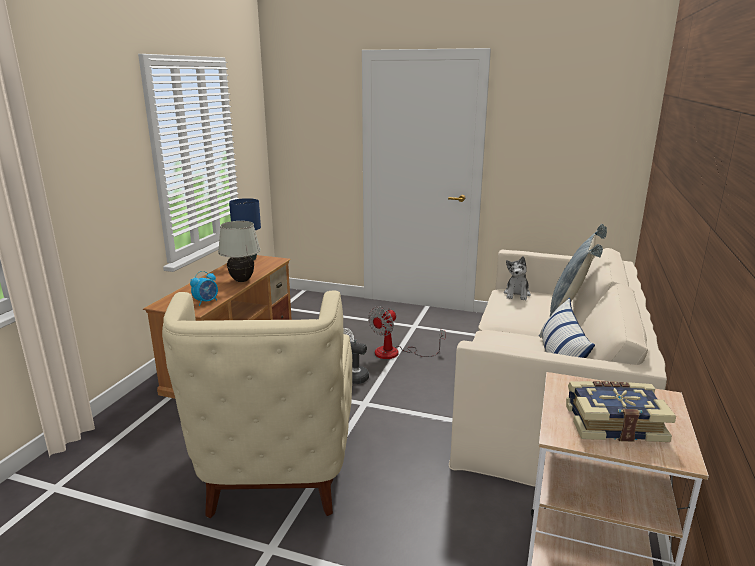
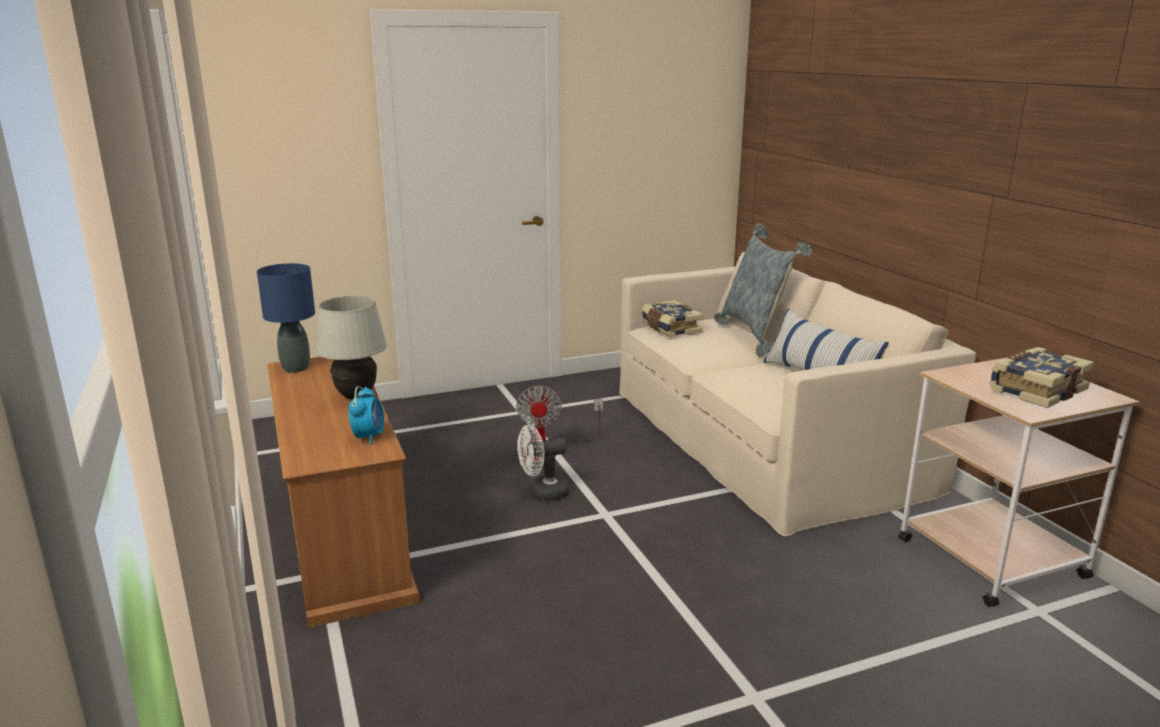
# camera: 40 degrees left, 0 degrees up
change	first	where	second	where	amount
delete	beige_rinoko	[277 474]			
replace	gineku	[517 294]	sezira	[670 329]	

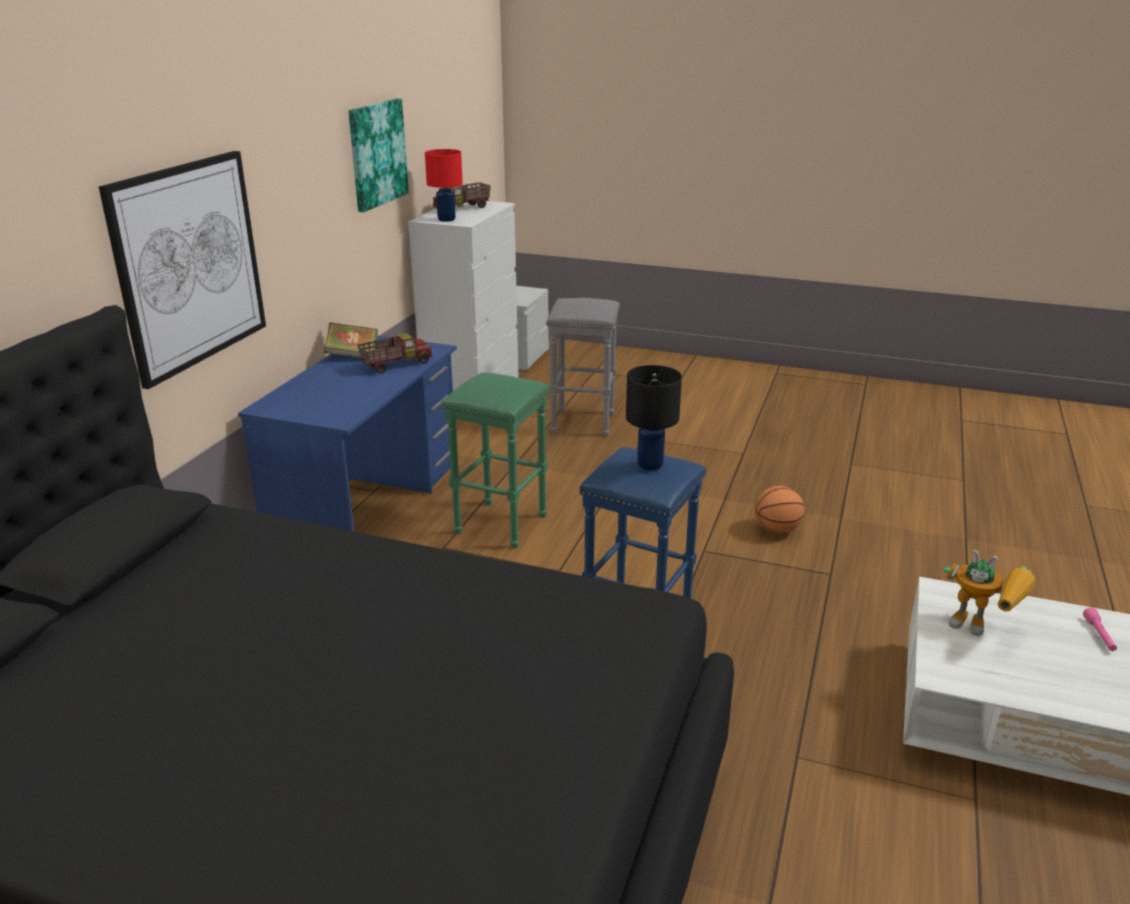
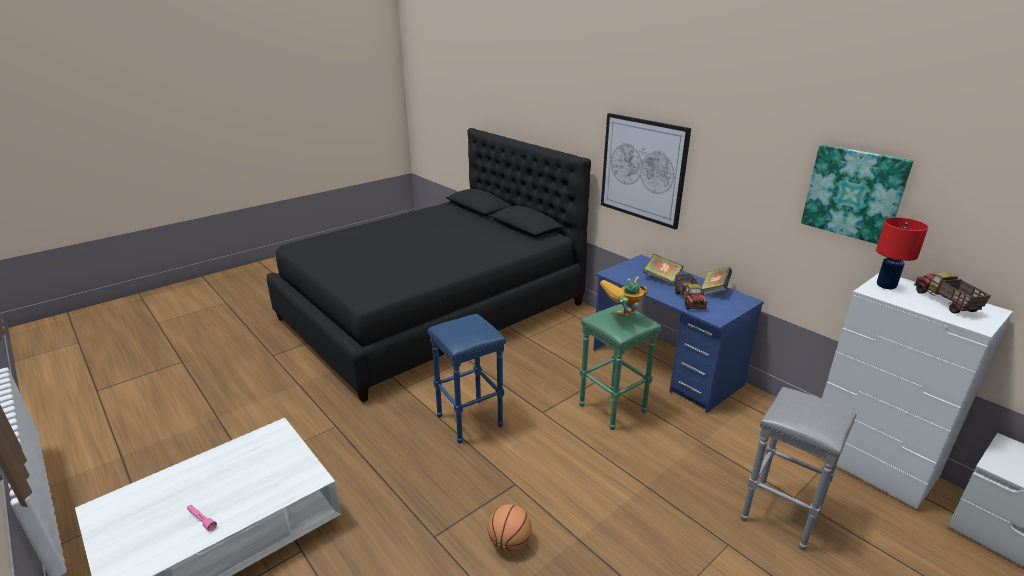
# camera: 120 degrees right, 0 degrees up
change	first	where	second	where	amount
delete	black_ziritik	[650 466]			
move	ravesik	[983 627]		[621 319]	
insert			sezira	[662 279]	

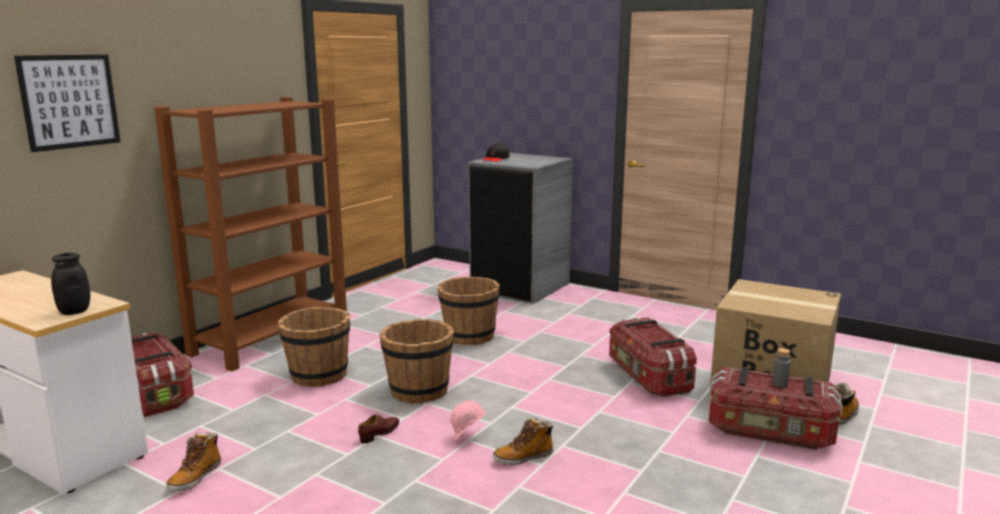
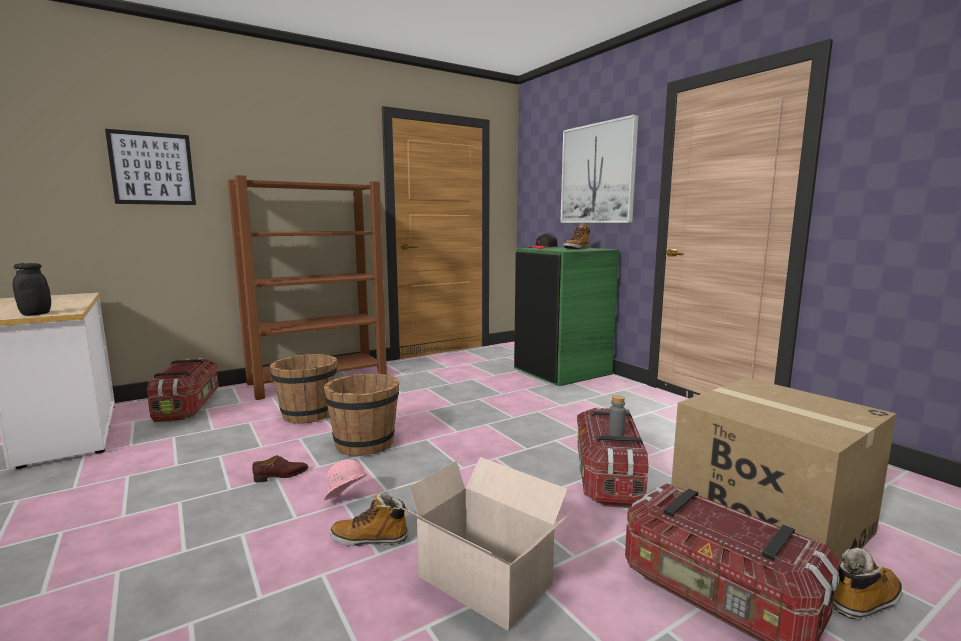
# camera: 25 degrees right, 5 degrees down
change	first	where	second	where	amount
move	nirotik	[195 477]		[576 249]	
delete	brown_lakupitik	[469 336]			
recolor	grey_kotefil	[520 287]	green_kotefil	[562 371]	
move	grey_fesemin	[780 384]		[616 434]	
insert			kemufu	[487 582]	
insert			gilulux	[597 174]	

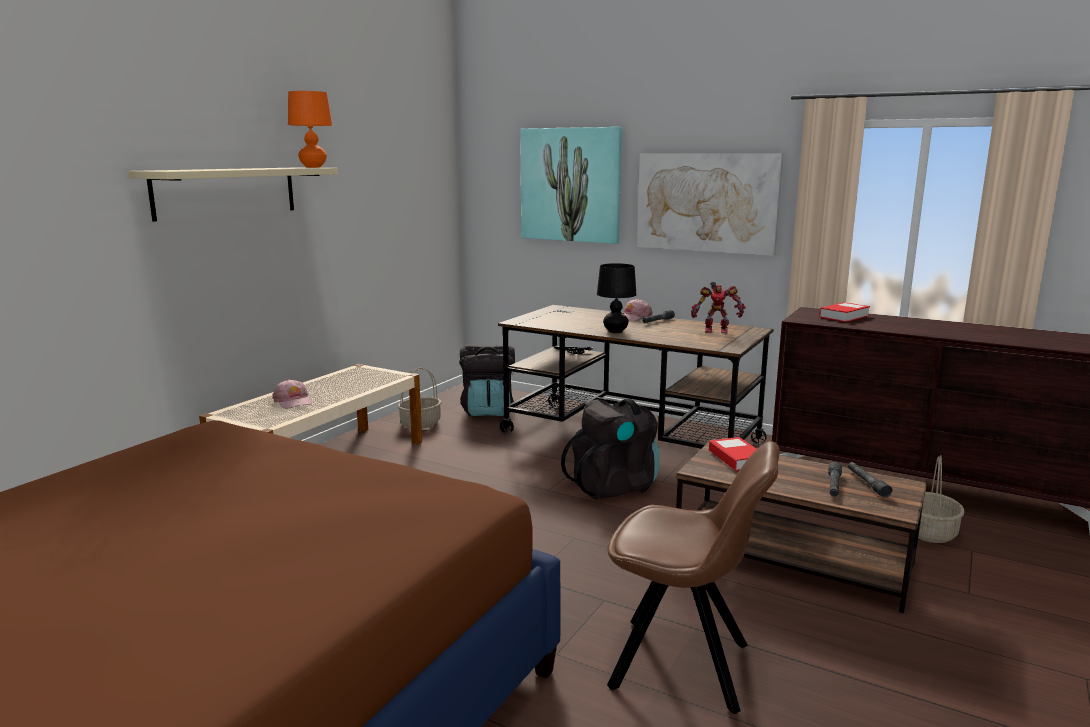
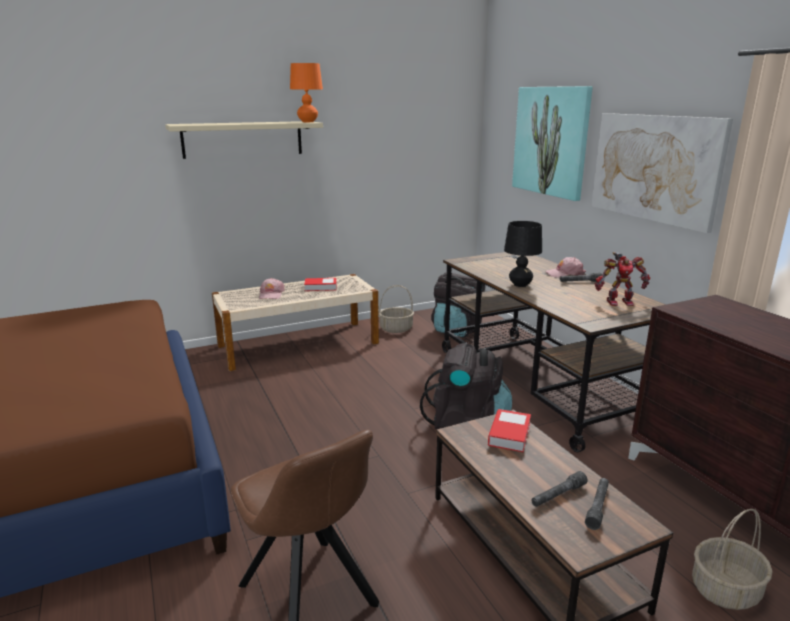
# camera: 35 degrees right, 5 degrees up
change	first	where	second	where	amount
rotate	ravesik	[716 330]		[618 302]	45 degrees counterclockwise
move	sezira	[844 316]		[320 287]	

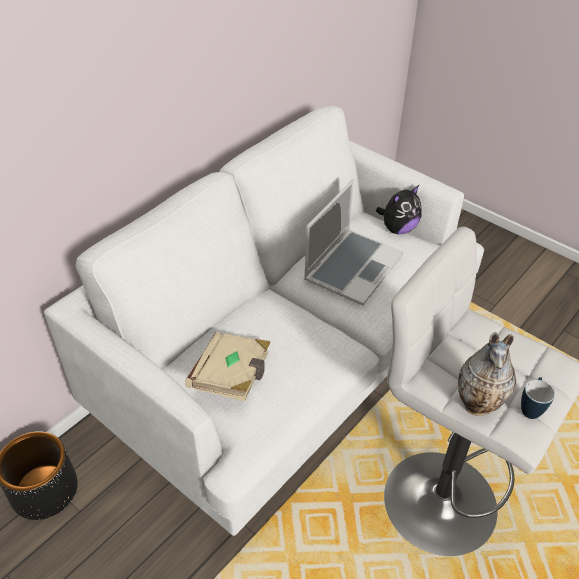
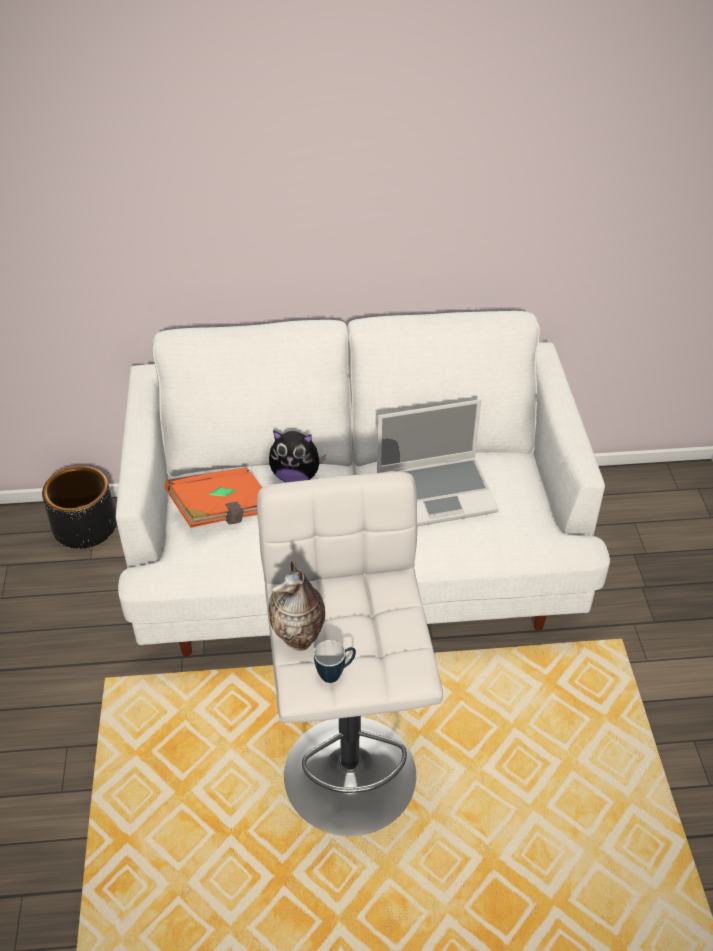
# camera: 45 degrees right, 0 degrees up
change	first	where	second	where	amount
recolor	beige_sezira	[232 377]	orange_sezira	[222 511]	
move	gineku	[398 229]		[296 476]	

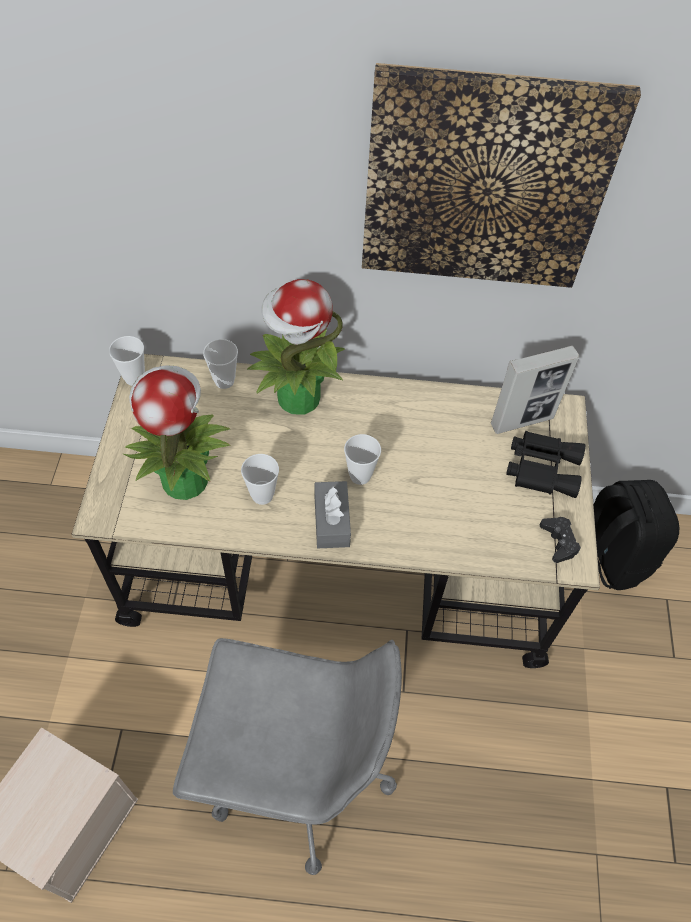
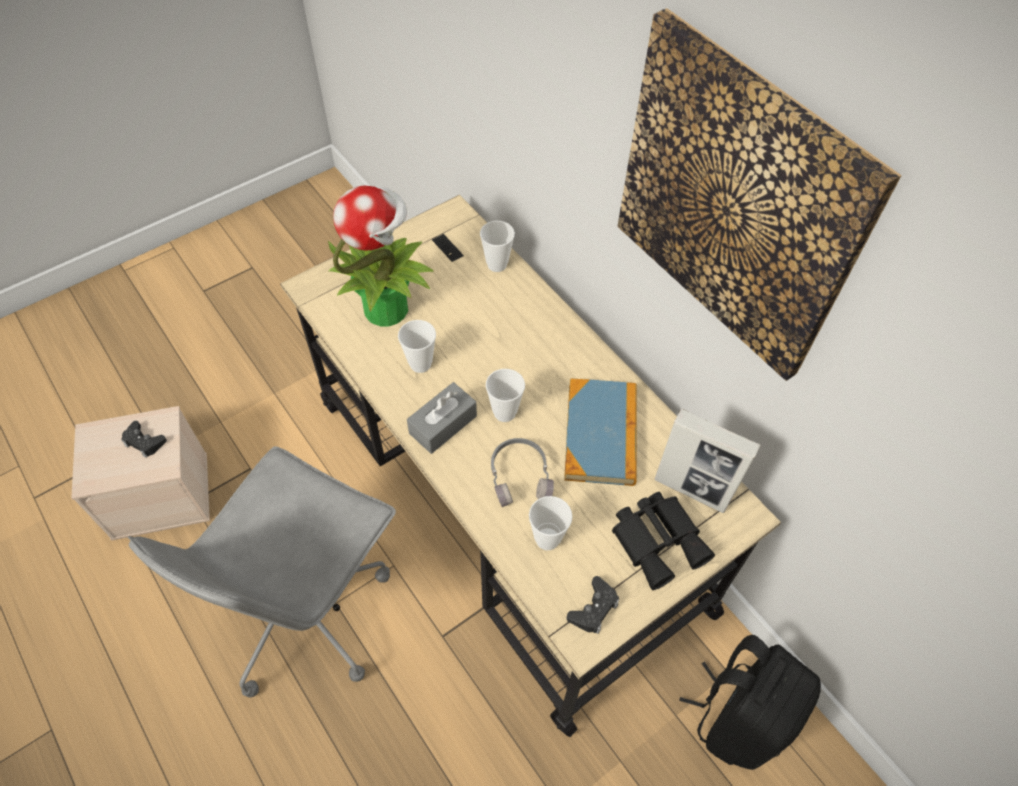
# camera: 50 degrees right, 0 degrees up
change	first	where	second	where	amount
move	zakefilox	[134 378]		[547 539]	
rotate	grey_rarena	[293 771]		[309 606]	60 degrees clockwise
delete	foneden	[297 398]			
insert			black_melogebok	[144 442]	
insert			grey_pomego	[520 476]	
insert			sezira	[601 434]	

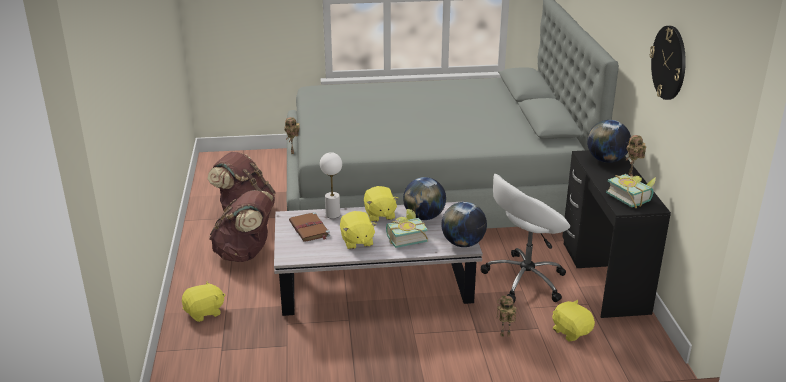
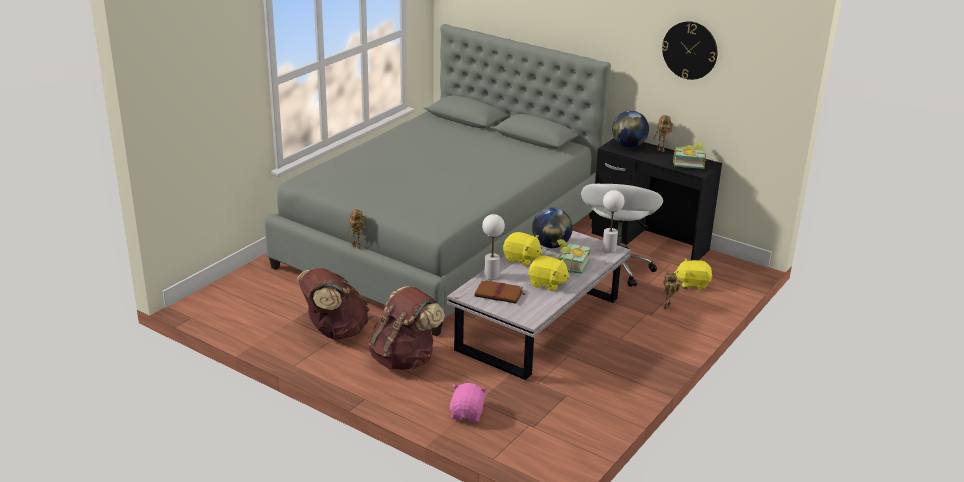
# camera: 50 degrees left, 0 degrees up
change	first	where	second	where	amount
recolor	yellow_gineku	[204 312]	pink_gineku	[467 414]	
replace	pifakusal	[463 243]	white_ziritik	[609 249]	

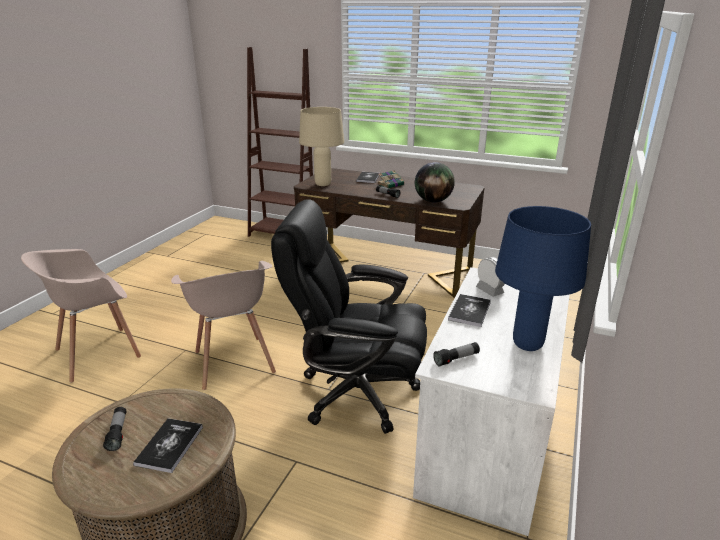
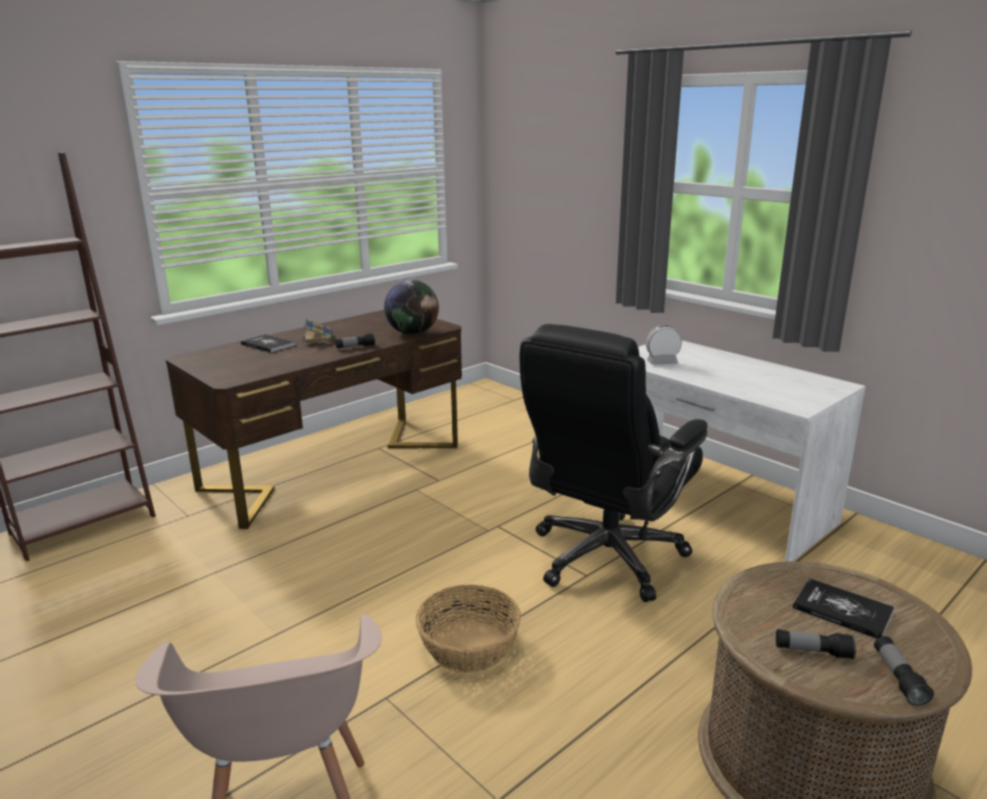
# camera: 65 degrees left, 5 degrees down
change	first	where	second	where	amount
replace	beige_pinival	[234 363]	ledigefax	[469 646]	
delete	beige_ziritik	[322 184]			
move	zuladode	[456 359]		[898 678]	
delete	sezira	[469 311]			
delete	blue_ziritik	[526 344]			

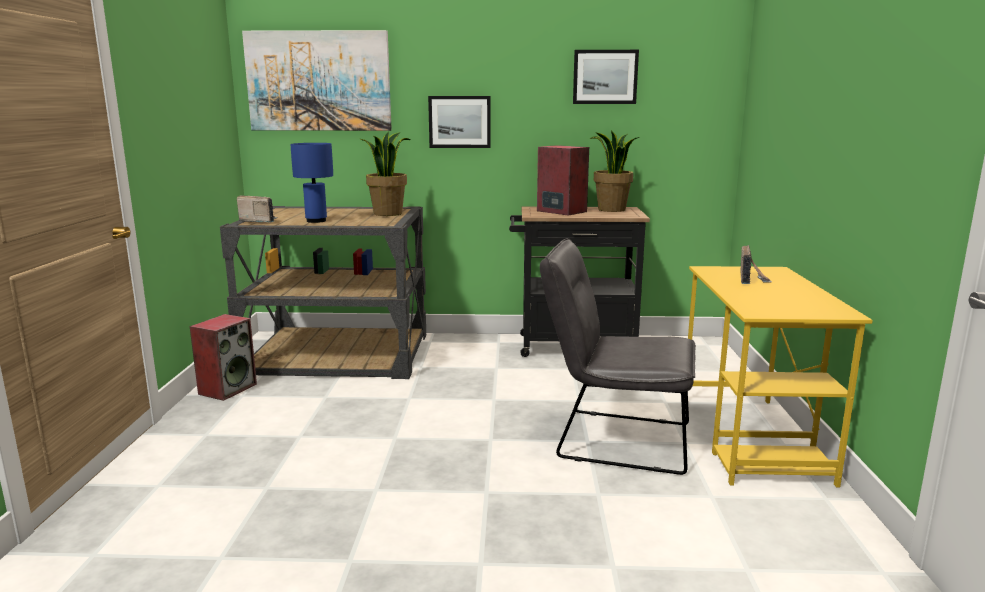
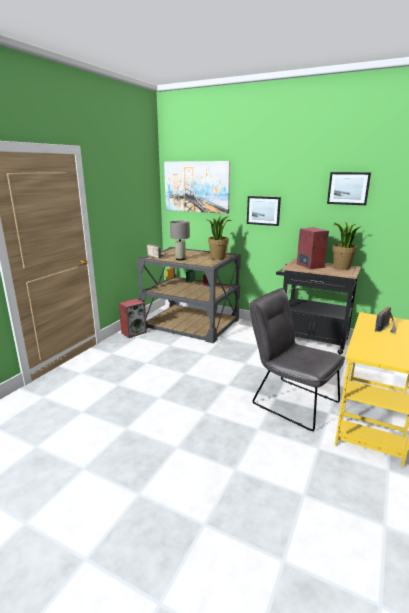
# camera: 25 degrees right, 5 degrees up
change	first	where	second	where	amount
recolor	blue_ziritik	[315 221]	grey_ziritik	[180 259]	

